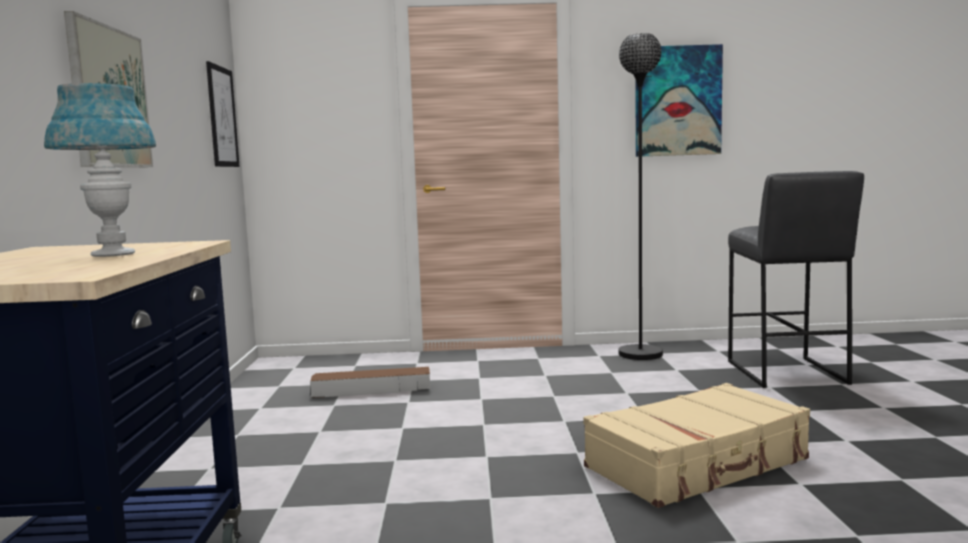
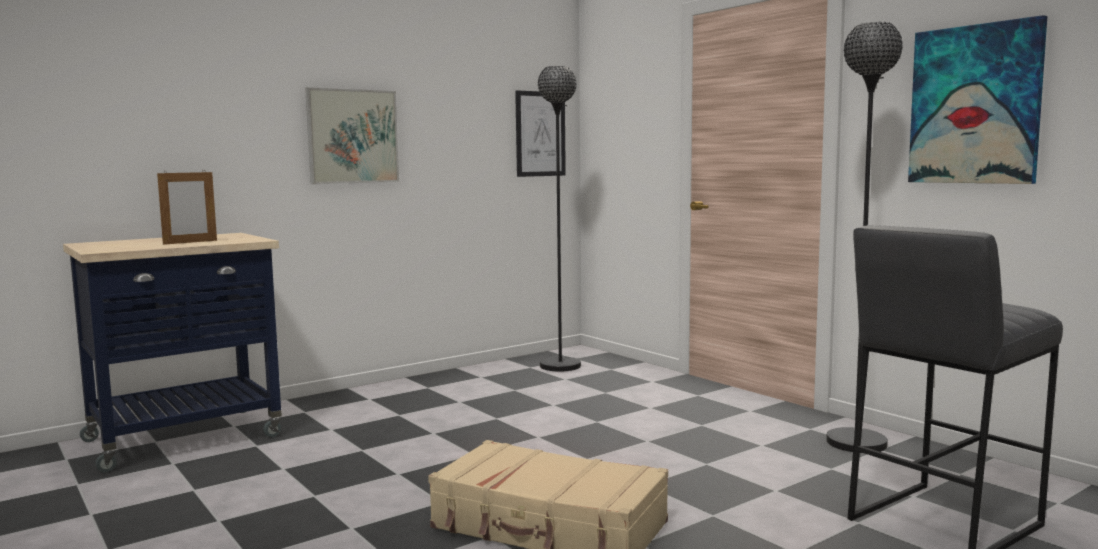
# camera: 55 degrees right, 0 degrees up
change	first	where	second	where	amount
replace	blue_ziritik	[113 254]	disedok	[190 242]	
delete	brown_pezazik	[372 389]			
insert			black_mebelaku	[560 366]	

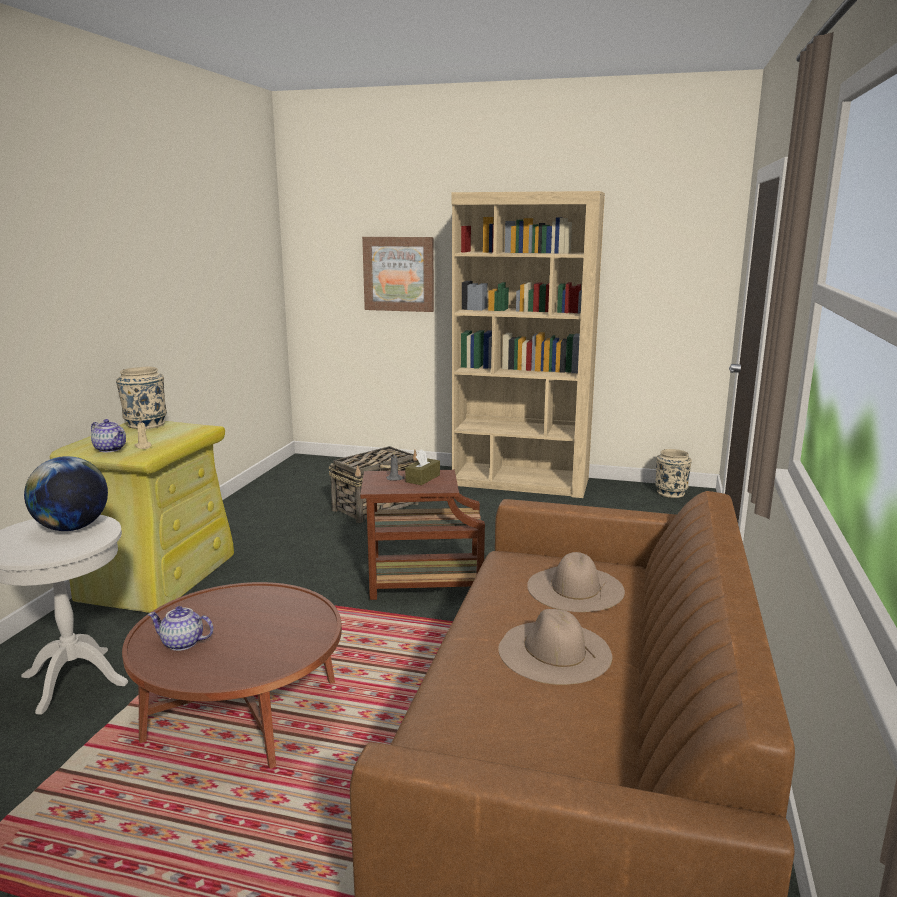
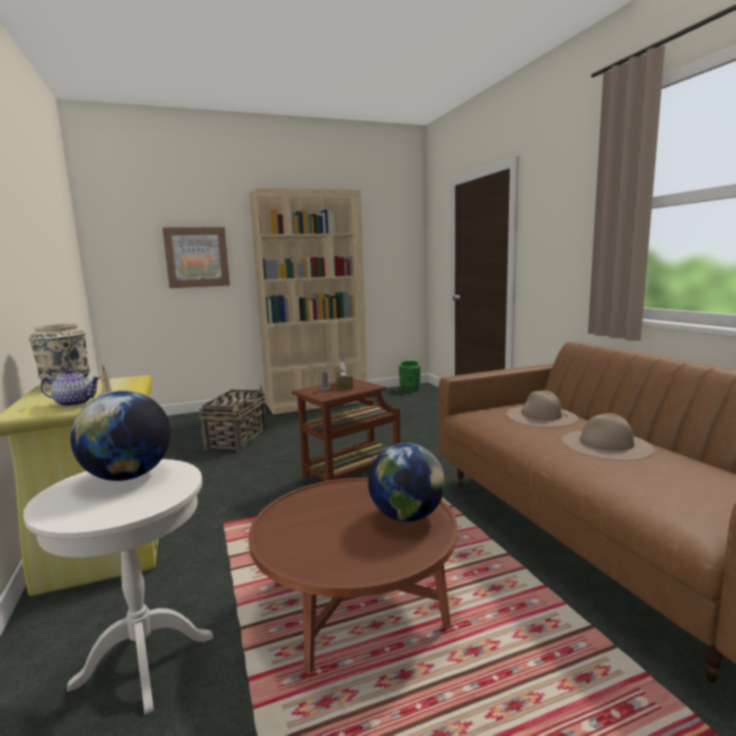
# camera: 35 degrees left, 5 degrees down
change	first	where	second	where	amount
delete	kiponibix	[182 643]			
recolor	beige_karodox	[670 492]	green_karodox	[410 389]	
insert			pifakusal	[406 516]	

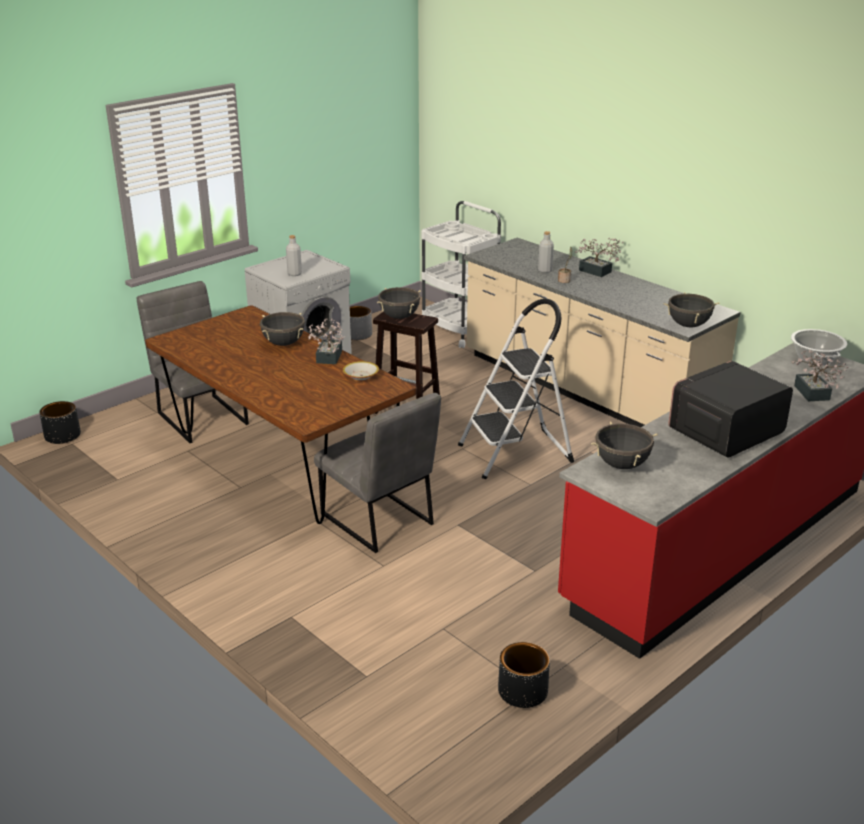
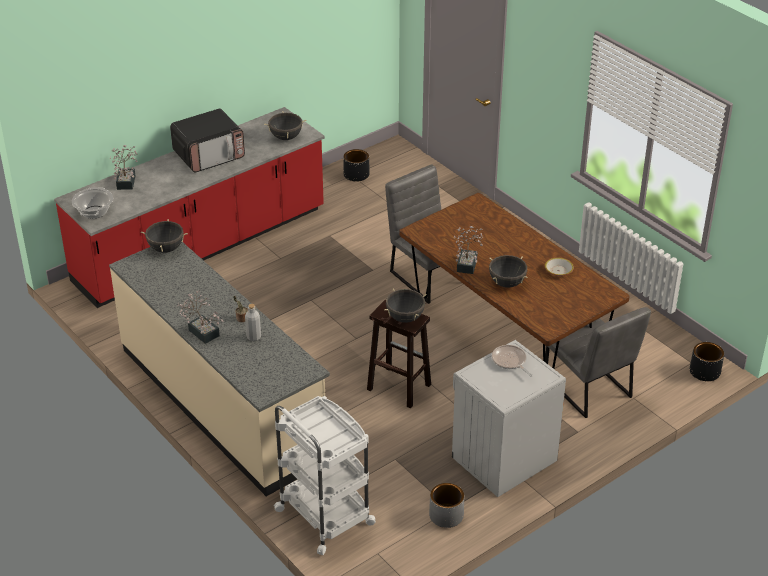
# camera: 175 degrees left, 10 degrees up
change	first	where	second	where	amount
replace	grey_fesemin	[294 274]	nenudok	[510 361]	
move	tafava	[361 376]		[558 271]	
delete	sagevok	[518 453]			

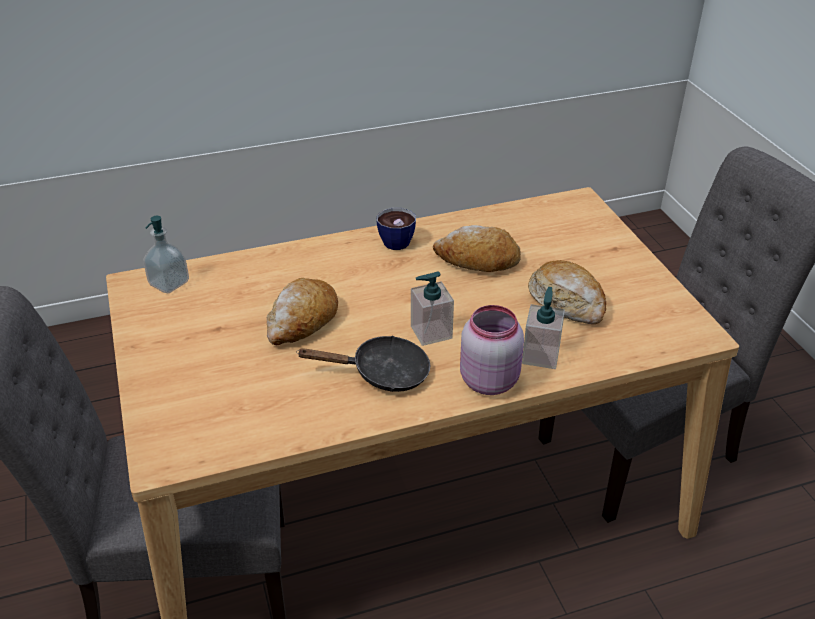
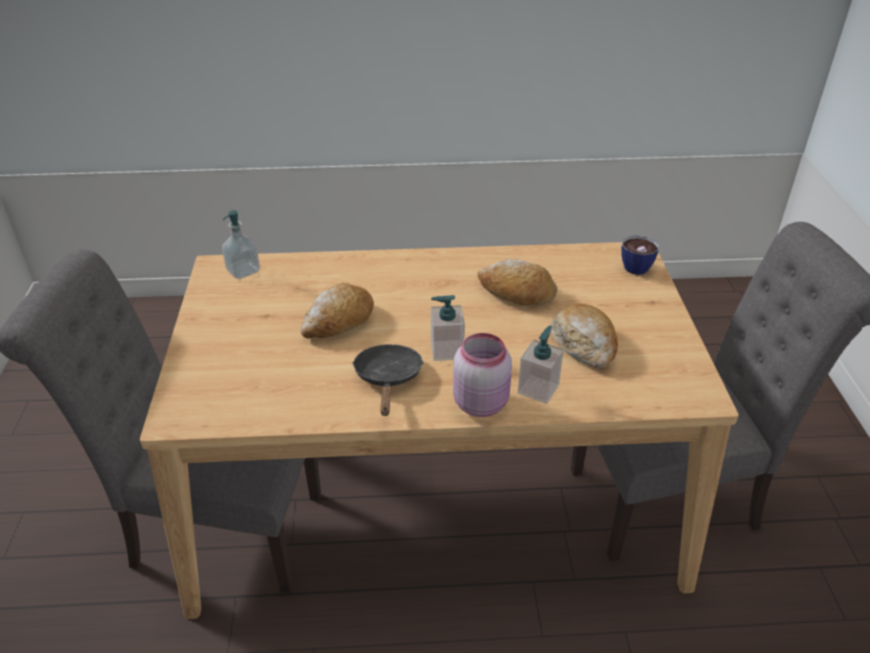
# camera: 15 degrees right, 0 degrees up
change	first	where	second	where	amount
rotate	black_nenudok	[382 373]		[388 379]	105 degrees counterclockwise
move	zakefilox	[396 239]		[636 265]	

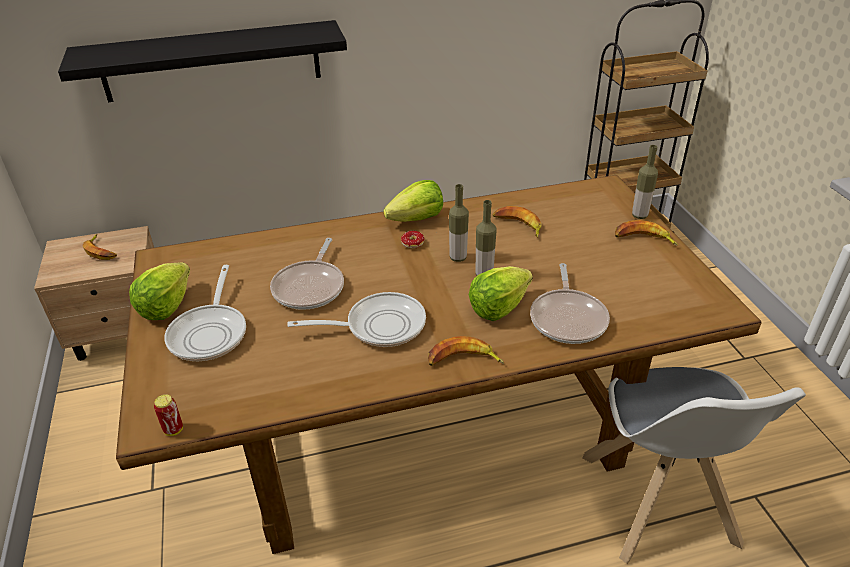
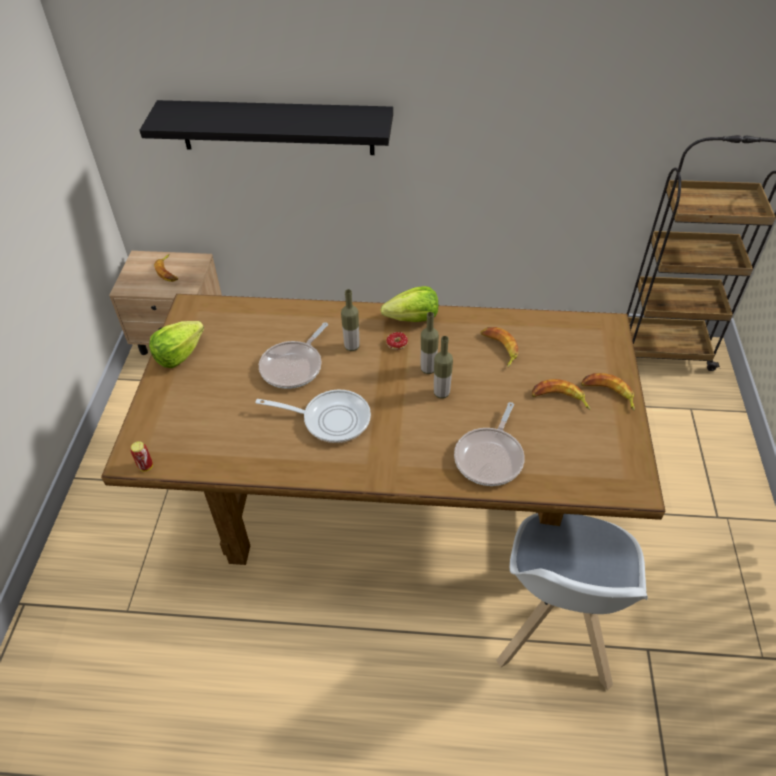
# camera: 20 degrees right, 10 degrees up
change	first	where	second	where	amount
delete	nenudok	[210 333]			
move	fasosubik	[463 360]		[559 399]	
delete	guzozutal	[498 307]			
move	fesemin	[639 215]		[352 346]	

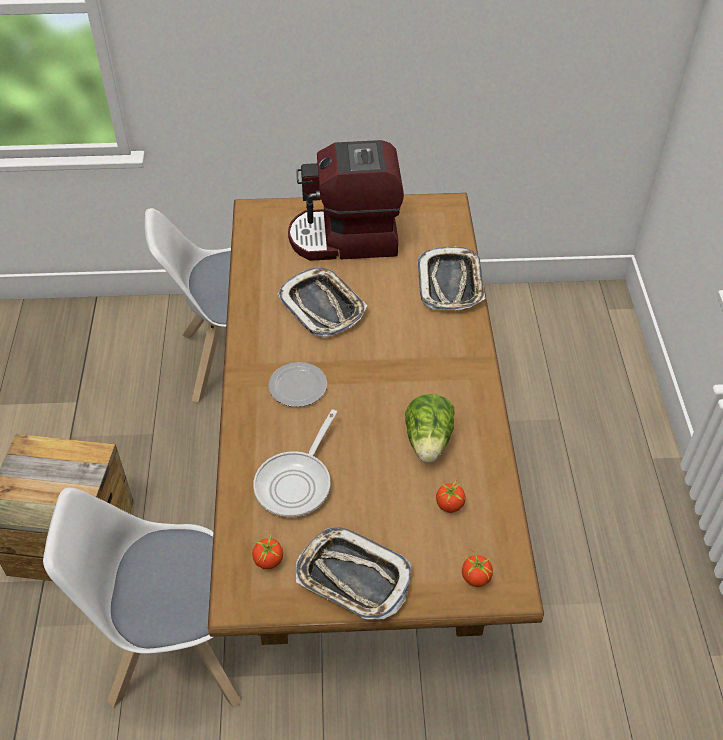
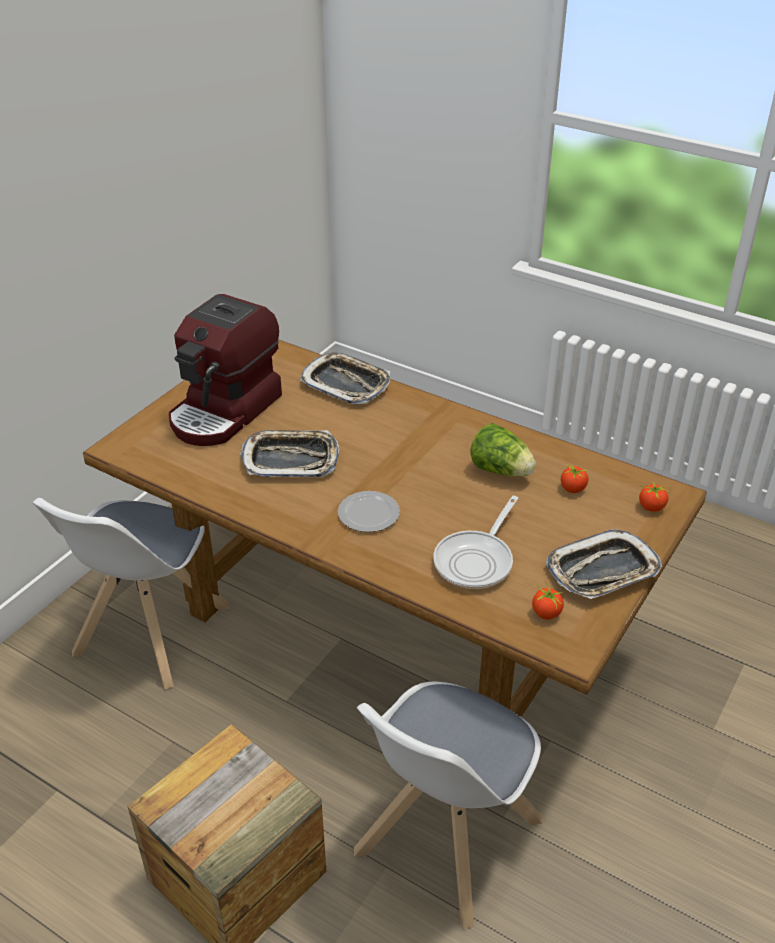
# camera: 55 degrees left, 10 degrees down
change	first	where	second	where	amount
rotate	nenudok	[297 483]		[476 560]	60 degrees clockwise

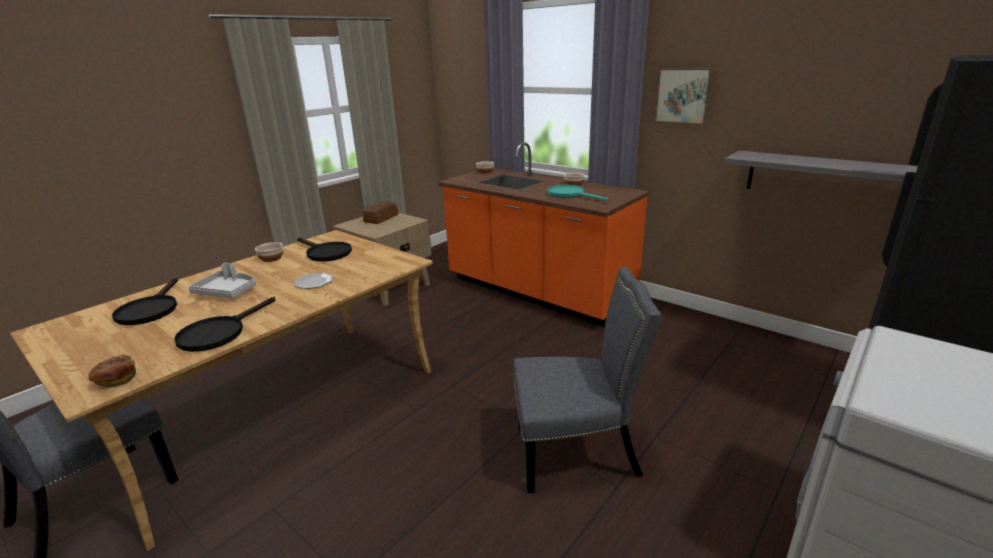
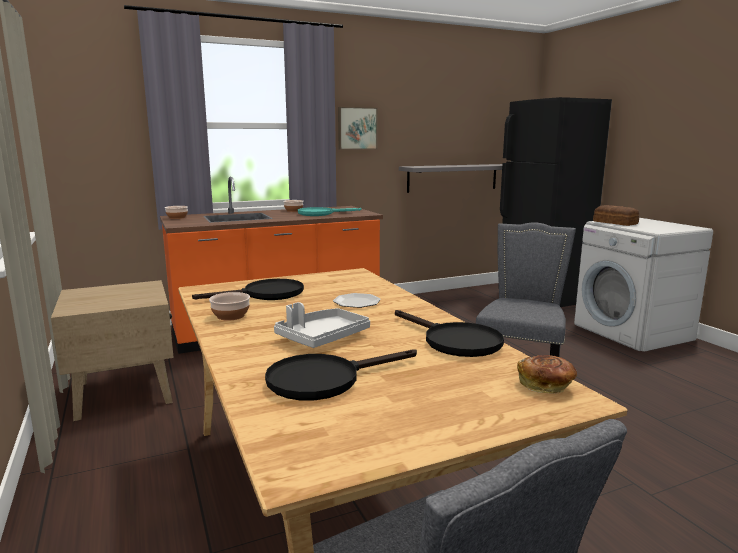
# camera: 65 degrees left, 10 degrees down
change	first	where	second	where	amount
rotate	black_nenudok	[150 309]		[325 379]	135 degrees clockwise
move	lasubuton	[380 218]		[615 223]	

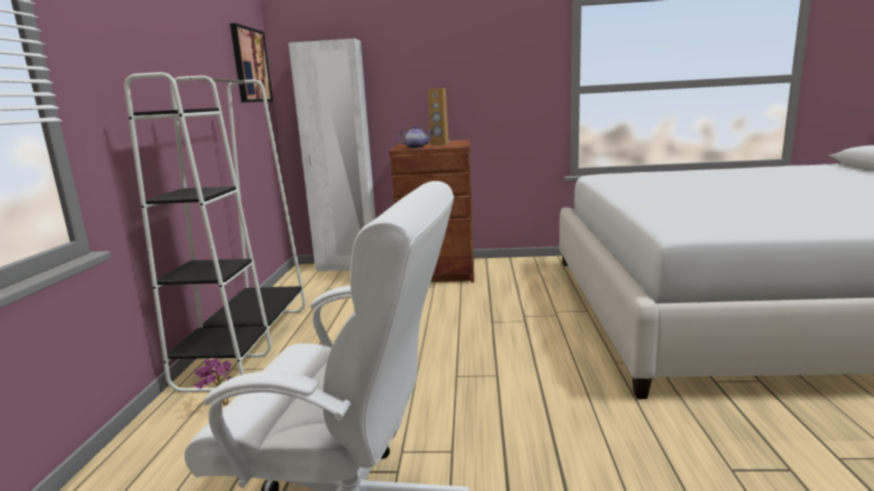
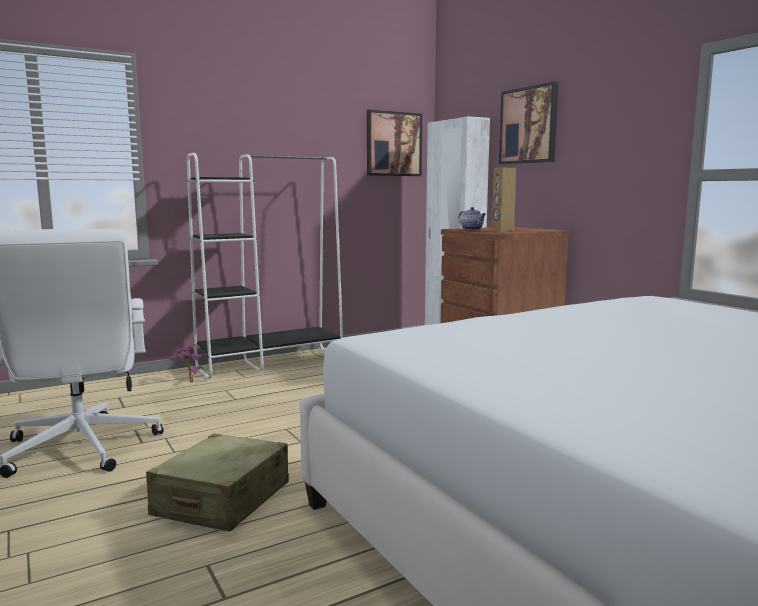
# camera: 55 degrees right, 5 degrees down
change	first	where	second	where	amount
insert			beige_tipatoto	[222 500]	
insert			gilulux	[528 125]	

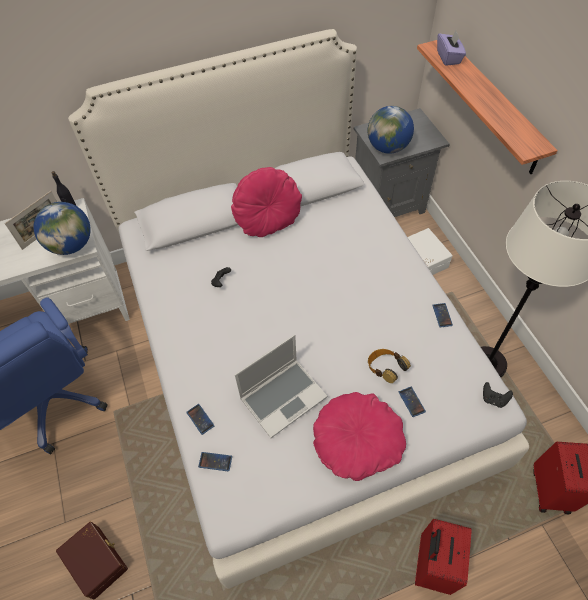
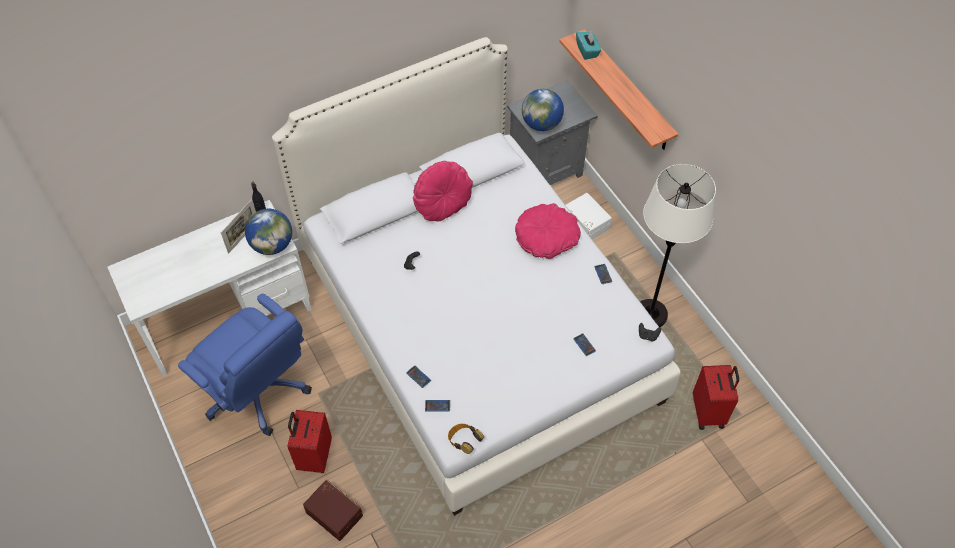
# camera: 10 degrees left, 0 degrees up
change	first	where	second	where	amount
delete	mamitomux	[283 396]			
move	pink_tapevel	[356 439]		[546 236]	
move	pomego	[385 369]		[464 441]	
move	red_tipatoto	[431 564]		[314 456]	
recolor	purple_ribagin	[448 57]	turquoise_ribagin	[587 51]	

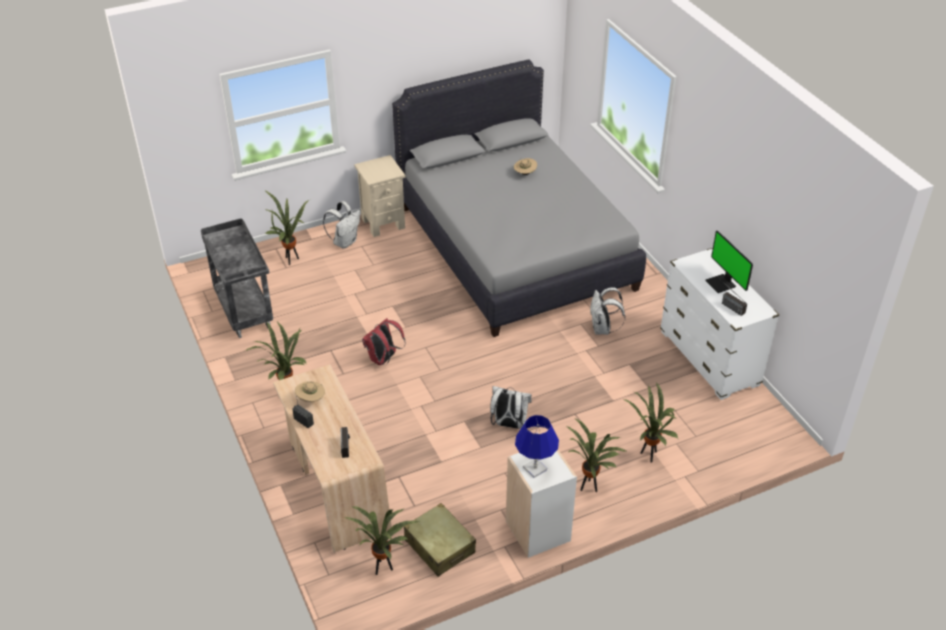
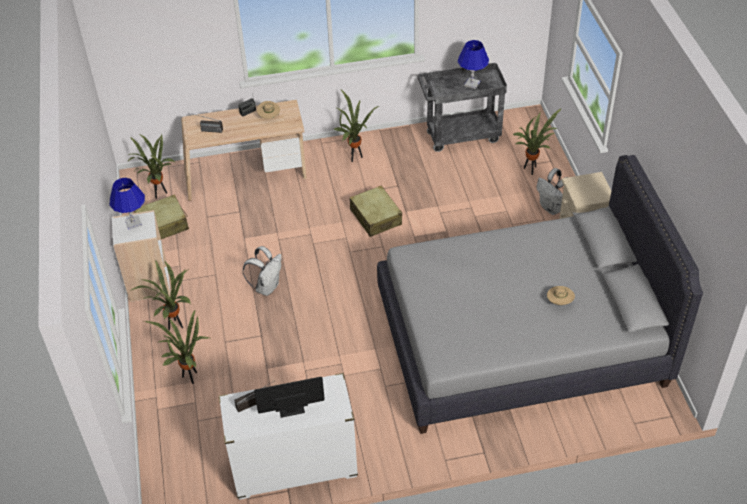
# camera: 105 degrees right, 5 degrees up
change	first	where	second	where	amount
replace	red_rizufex	[383 359]	beige_tipatoto	[375 217]	
delete	white_rizufex	[602 329]			
insert			blue_ziritik	[472 83]	

